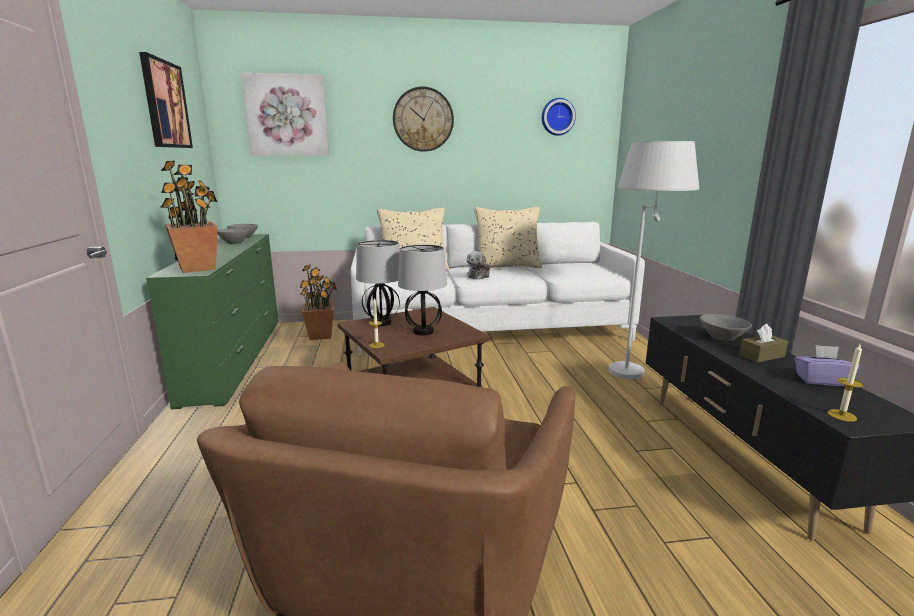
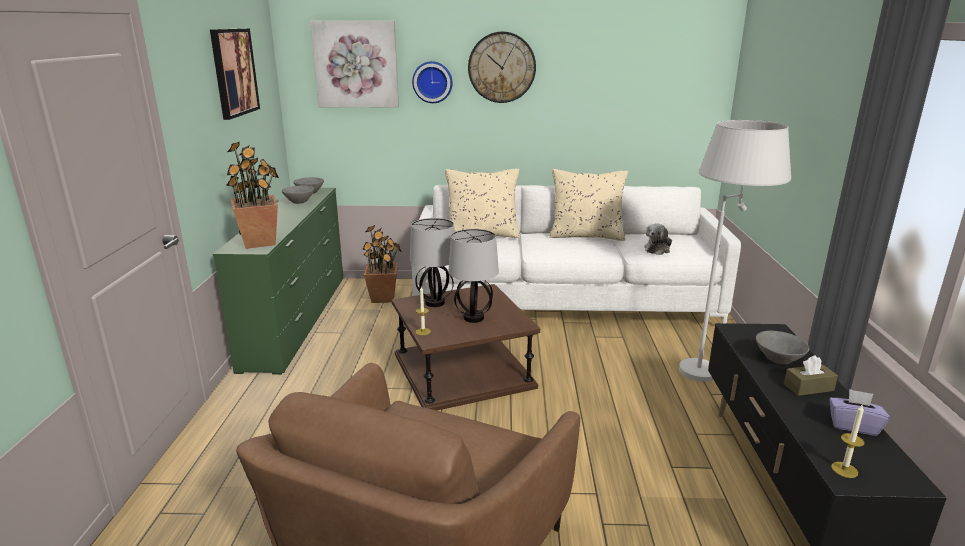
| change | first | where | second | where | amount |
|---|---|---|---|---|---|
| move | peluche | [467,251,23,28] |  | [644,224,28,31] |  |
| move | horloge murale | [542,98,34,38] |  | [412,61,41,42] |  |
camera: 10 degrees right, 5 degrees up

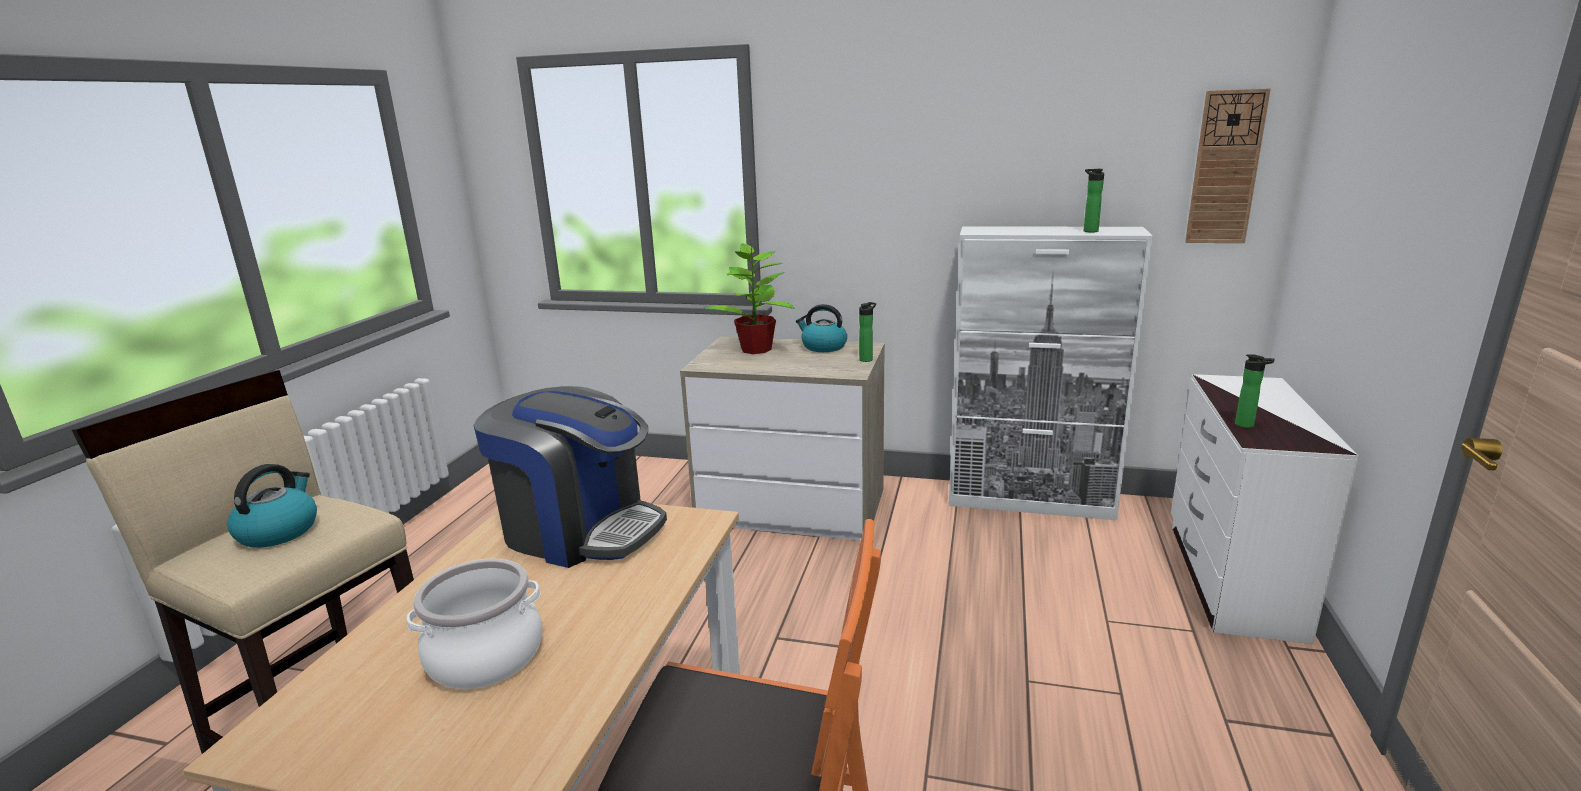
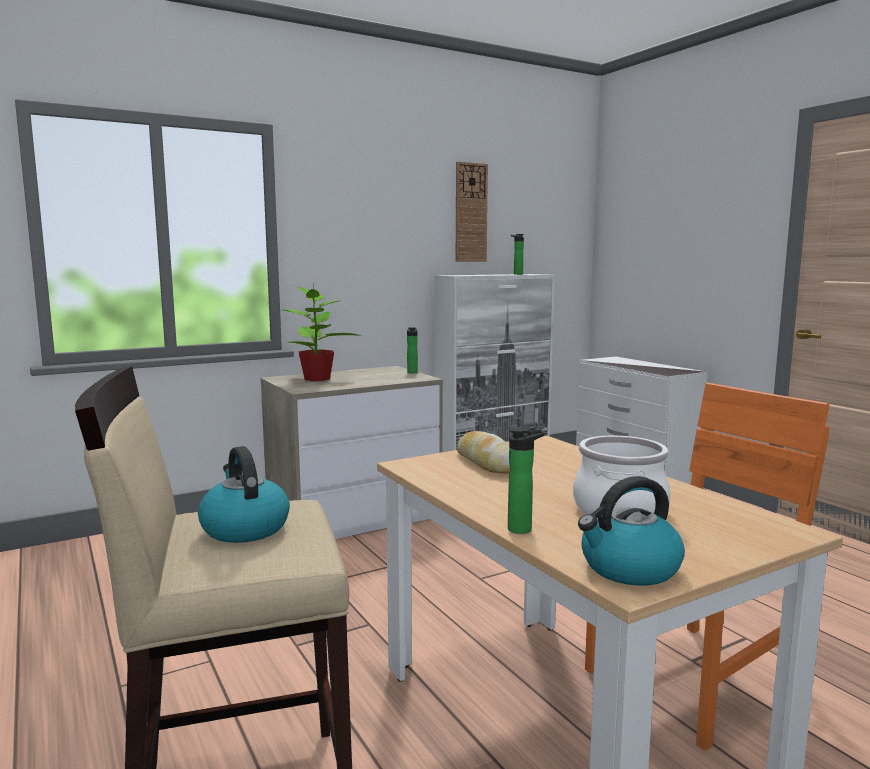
| change | first | where | second | where | amount |
|---|---|---|---|---|---|
| move | bouilloire | [796,304,51,48] |  | [578,476,107,110] |  |
| move | horloge murale | [1185,88,86,155] |  | [456,162,32,100] |  |
| move | bouteille | [1235,354,40,74] |  | [508,428,37,106] |  |
| replace | machine à café | [473,386,194,182] | pain | [457,431,53,43] |  |
camera: 45 degrees left, 10 degrees down

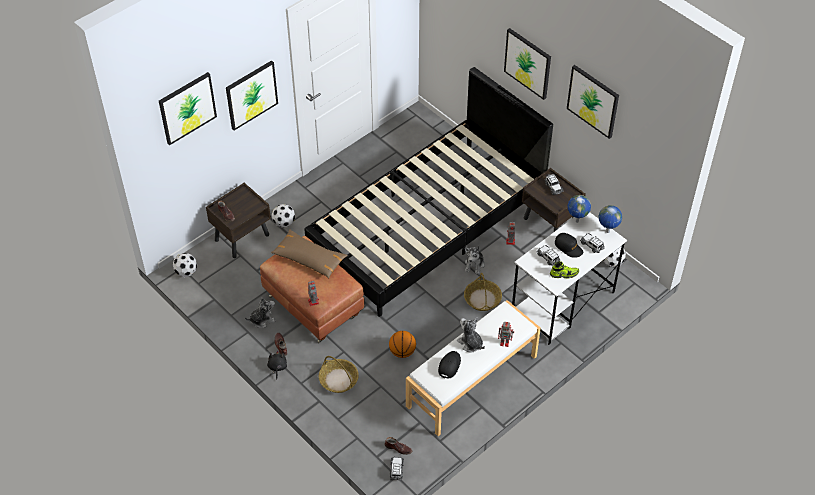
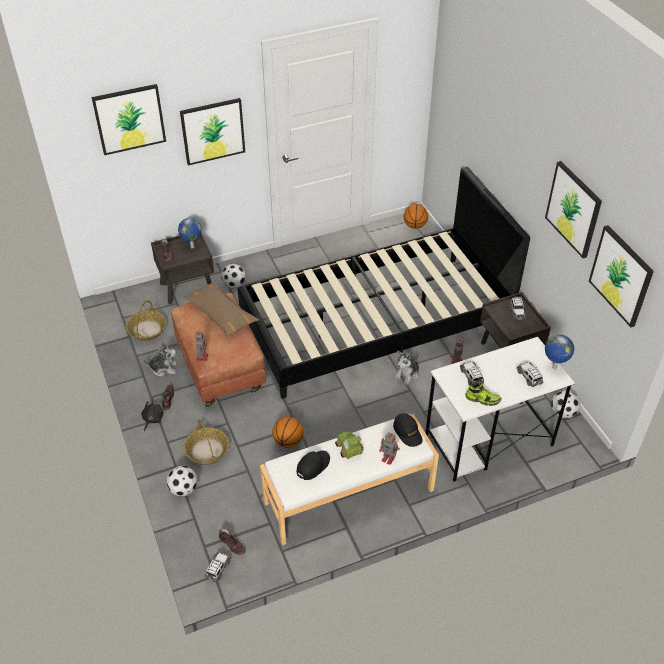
| change | first | where | second | where | amount |
|---|---|---|---|---|---|
| insert |  |  | ballon de basket | [404,204,24,25] |  |
| move | ballon de foot | [173,253,24,24] |  | [167,466,30,30] |  |
| move | panier | [464,273,38,38] |  | [126,300,40,41] |  |
| move | tableau | [504,28,47,72] |  | [589,225,65,102] |  |
| move | casquette/noir | [555,233,28,25] |  | [393,413,30,34] |  |
| move | globe | [568,195,23,28] |  | [178,218,24,30] |  |
| replace | peluche | [457,317,28,36] | petite voiture | [335,431,28,28] |  |
camera: 20 degrees right, 5 degrees down

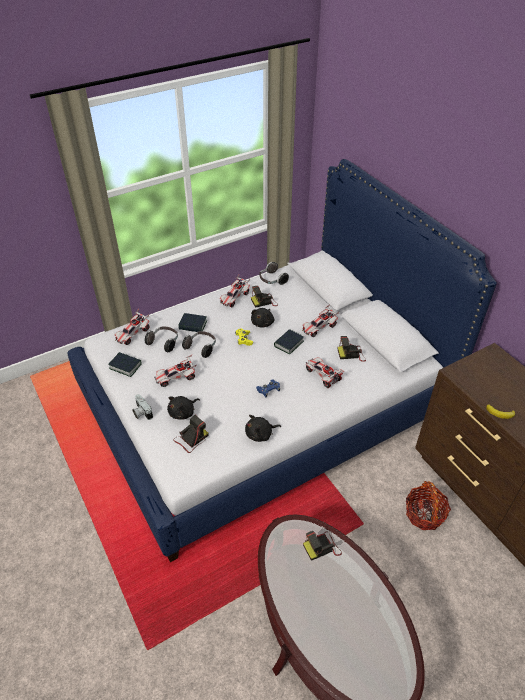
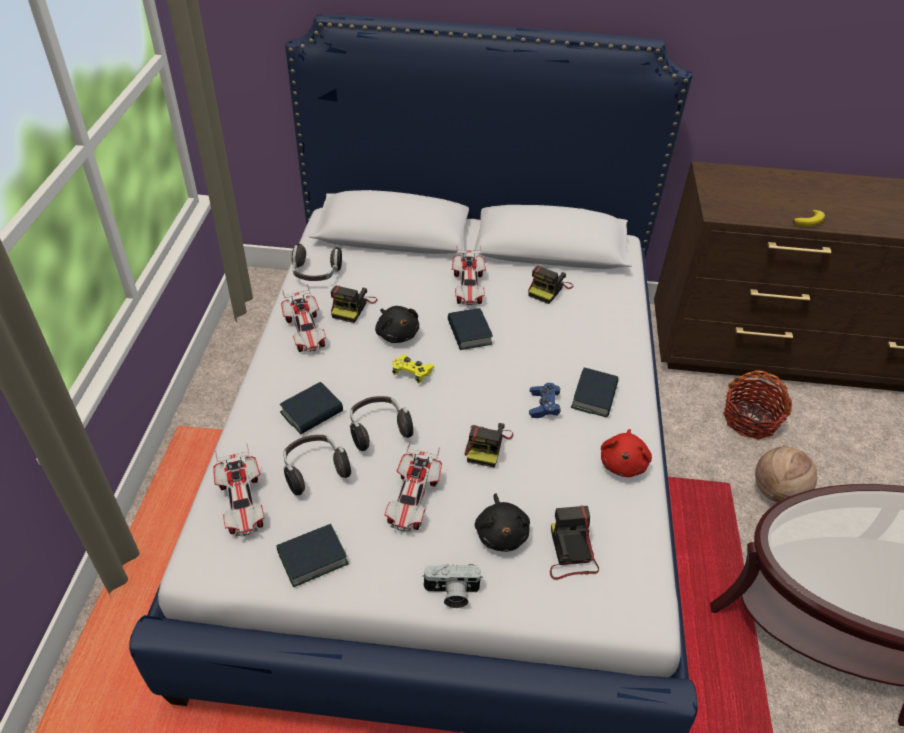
| change | first | where | second | where | amount |
|---|---|---|---|---|---|
| delete | petite voiture | [306,357,39,31] |  |  |  |
| insert |  |  | livre | [571,368,48,50] |  |
| insert |  |  | ballon de basket | [755,447,62,56] |  |
| move | appareil photo | [303,531,39,29] |  | [465,423,48,45] |  |
| recolor | peluche/noir | [245,415,36,27] | peluche/rouge | [601,429,51,48] |  |
camera: 55 degrees left, 0 degrees up

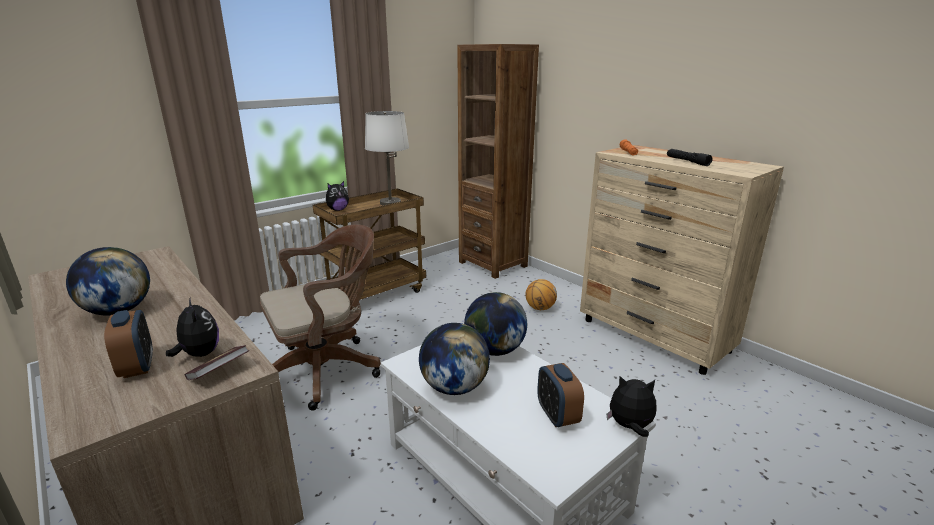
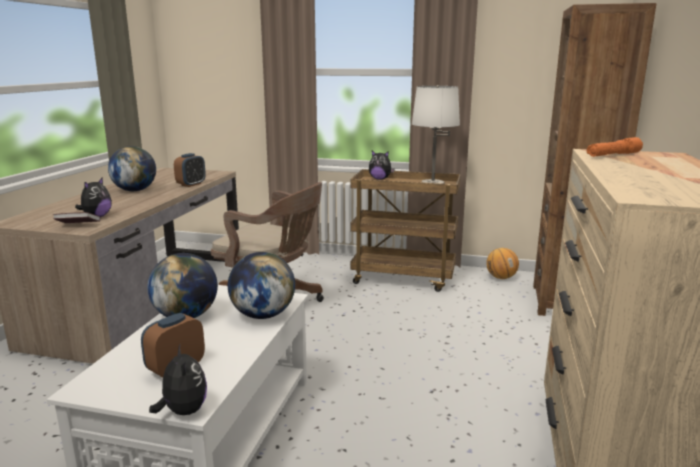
| change | first | where | second | where | amount |
|---|---|---|---|---|---|
| delete | lampe de poche/noir | [667,149,46,17] |  |  |  |
| move | réveil | [104,310,49,68] |  | [174,153,32,34] |  |
| move | ballon de basket | [526,279,31,31] |  | [486,248,33,31] |  |
camera: 55 degrees right, 5 degrees down

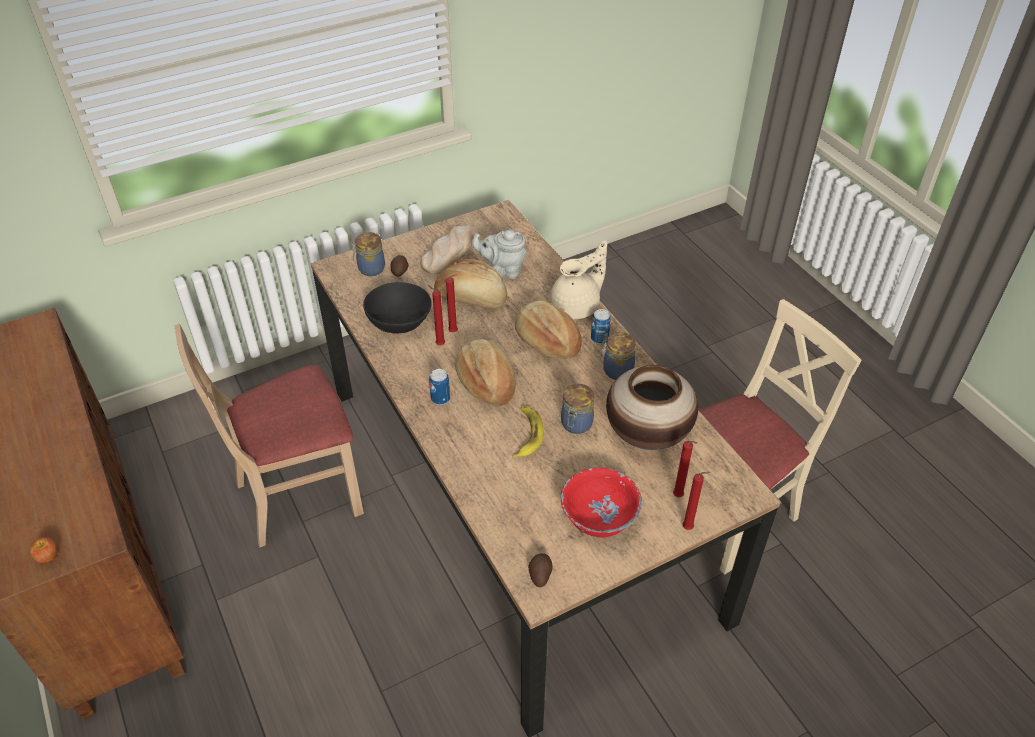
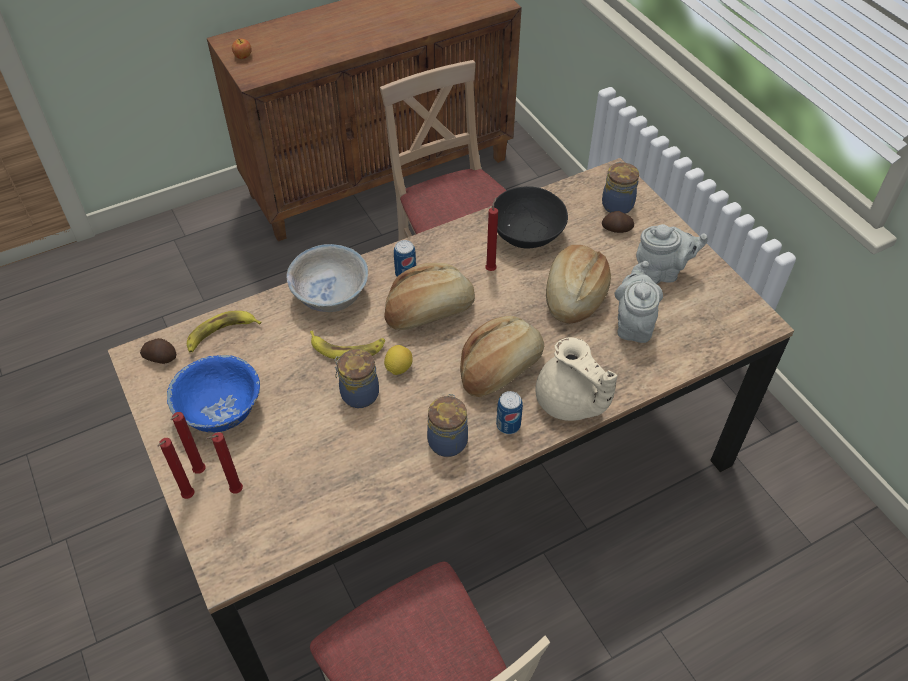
| change | first | where | second | where | amount |
|---|---|---|---|---|---|
| delete | vase | [606,365,92,85] |  |  |  |
| insert |  |  | banane | [187,311,74,41] |  |
| insert |  |  | bol/blanc | [287,244,81,68] |  |
| insert |  |  | citron | [384,345,29,30] |  |
| move | bougie/rouge | [446,274,12,58] |  | [171,412,35,62] |  |
| replace | pain | [421,225,59,50] | théière/gris | [636,224,72,60] |  |
| recolor | bol/rouge | [560,467,82,70] | bol/bleu | [167,355,93,77] |  |
camera: 90 degrees right, 5 degrees up

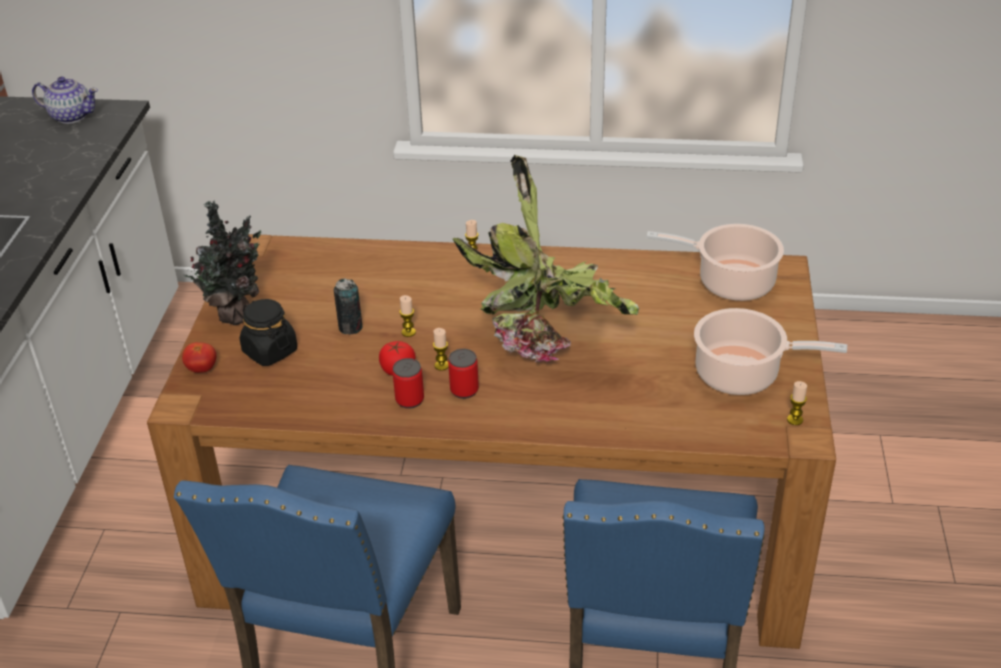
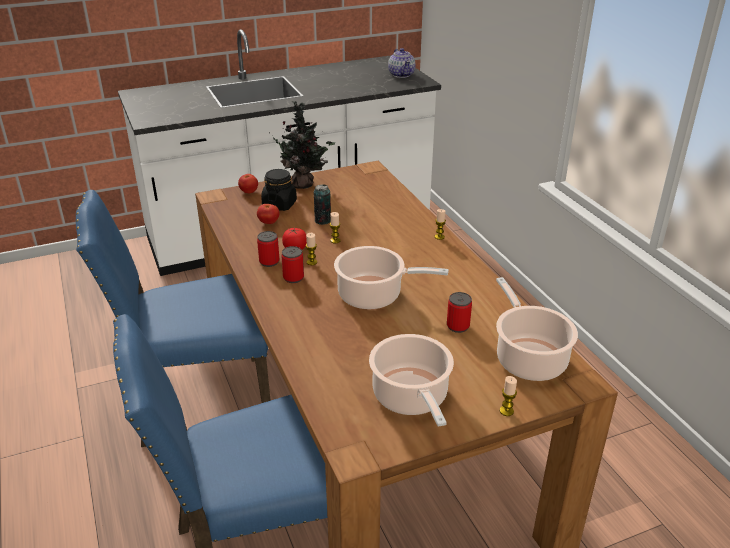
| change | first | where | second | where | amount |
|---|---|---|---|---|---|
| insert |  |  | tomate | [257,204,23,20] |  |
| insert |  |  | boîte métallique | [447,292,25,41] |  |
| move | bougie | [787,381,20,44] |  | [500,376,17,40] |  |
| replace | plante en pot | [453,155,186,207] | marmite | [334,246,115,63] |  |
camera: 60 degrees right, 5 degrees down

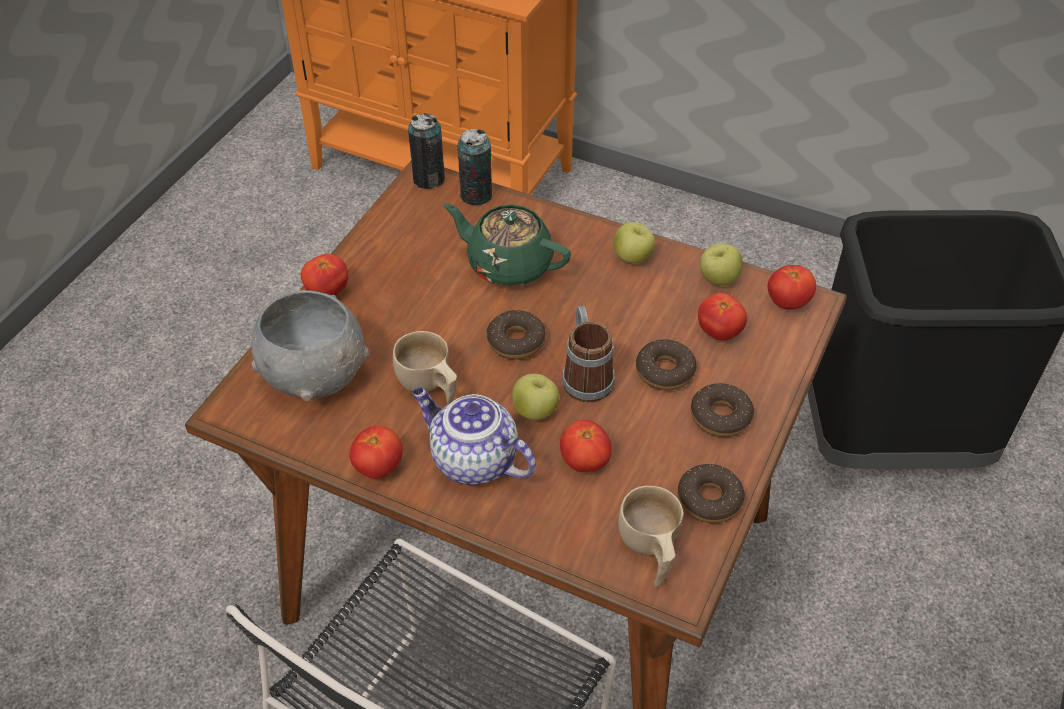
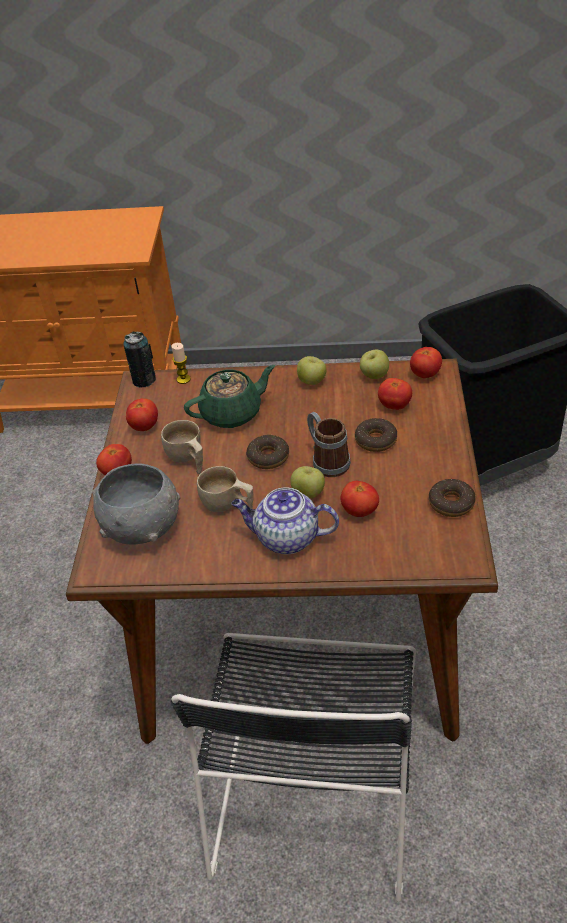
| change | first | where | second | where | amount |
|---|---|---|---|---|---|
| delete | beignet | [691,383,63,54] |  |  |  |
| move | tomate | [349,426,54,53] |  | [126,398,32,33] |  |
| move | tasse/beige | [618,486,65,101] |  | [161,420,42,54] |  |
| replace | boîte métallique | [457,129,35,76] | bougie | [171,343,20,41] |  |
| rotate | théière/vert | [443,203,128,84] |  | [184,365,91,63] | 150 degrees clockwise |
camera: 20 degrees left, 5 degrees down

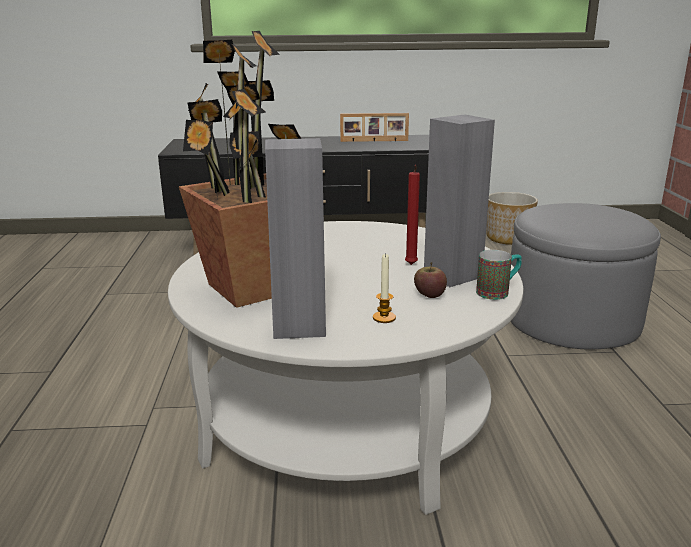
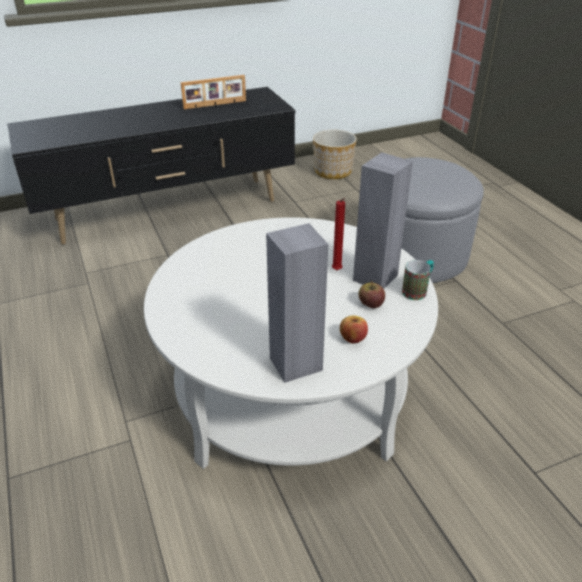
| change | first | where | second | where | amount |
|---|---|---|---|---|---|
| delete | plante en pot | [179,31,122,277] |  |  |  |
| replace | bougie | [373,253,23,70] | pomme | [340,315,28,28] |  |
camera: 20 degrees left, 15 degrees up

